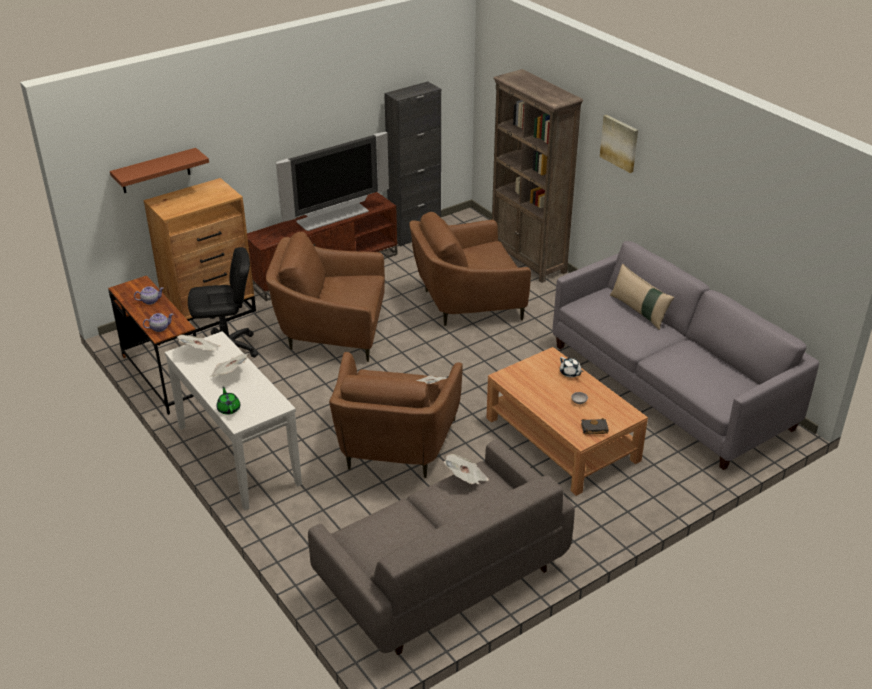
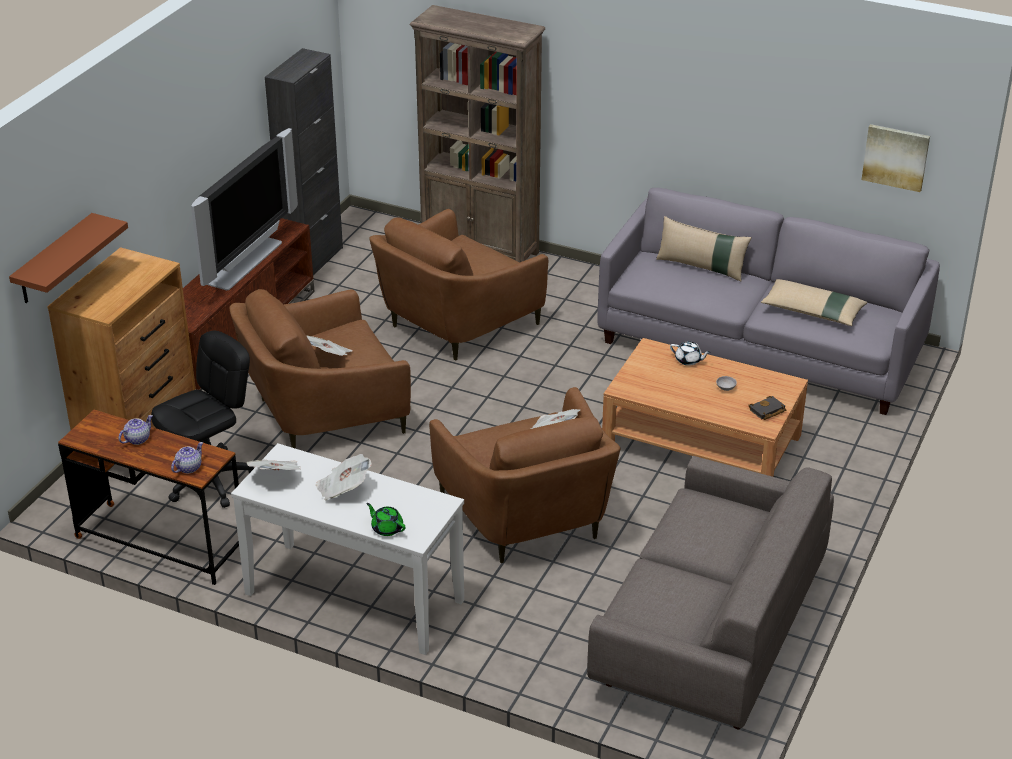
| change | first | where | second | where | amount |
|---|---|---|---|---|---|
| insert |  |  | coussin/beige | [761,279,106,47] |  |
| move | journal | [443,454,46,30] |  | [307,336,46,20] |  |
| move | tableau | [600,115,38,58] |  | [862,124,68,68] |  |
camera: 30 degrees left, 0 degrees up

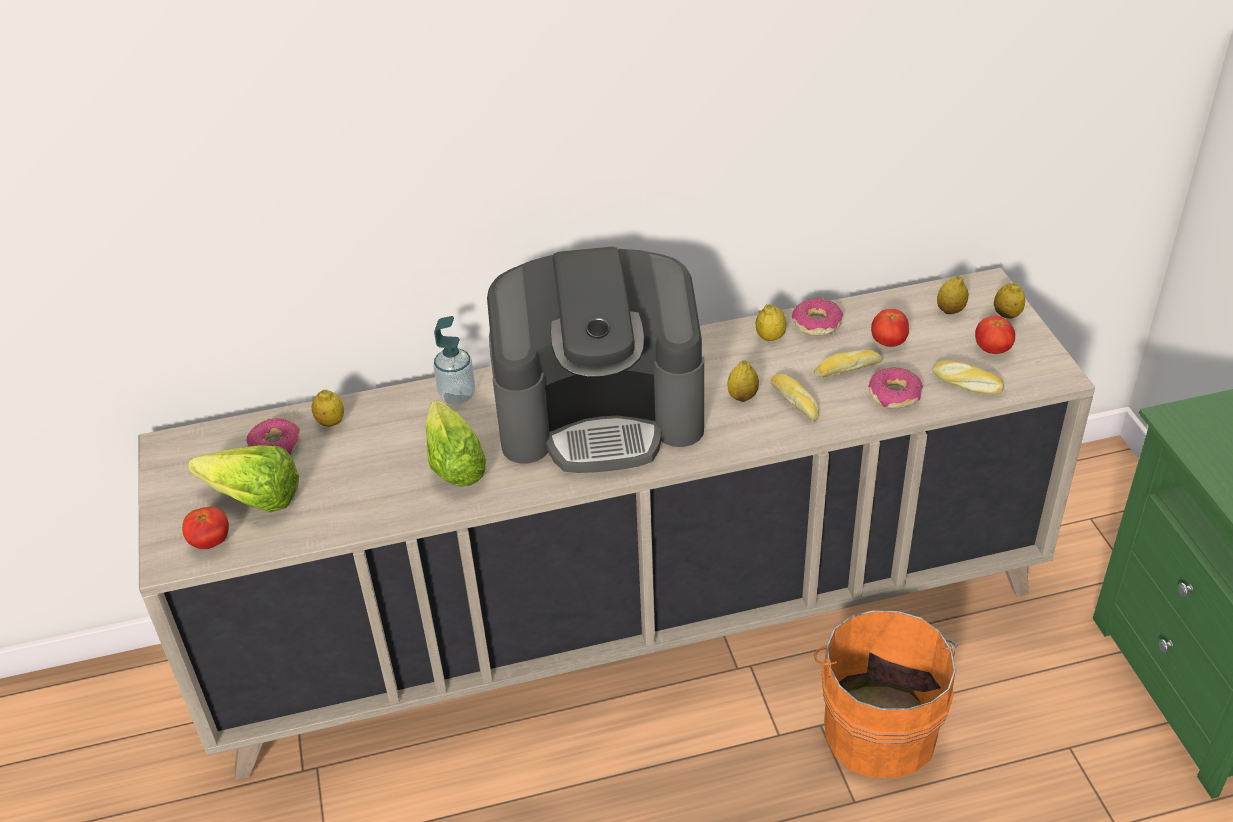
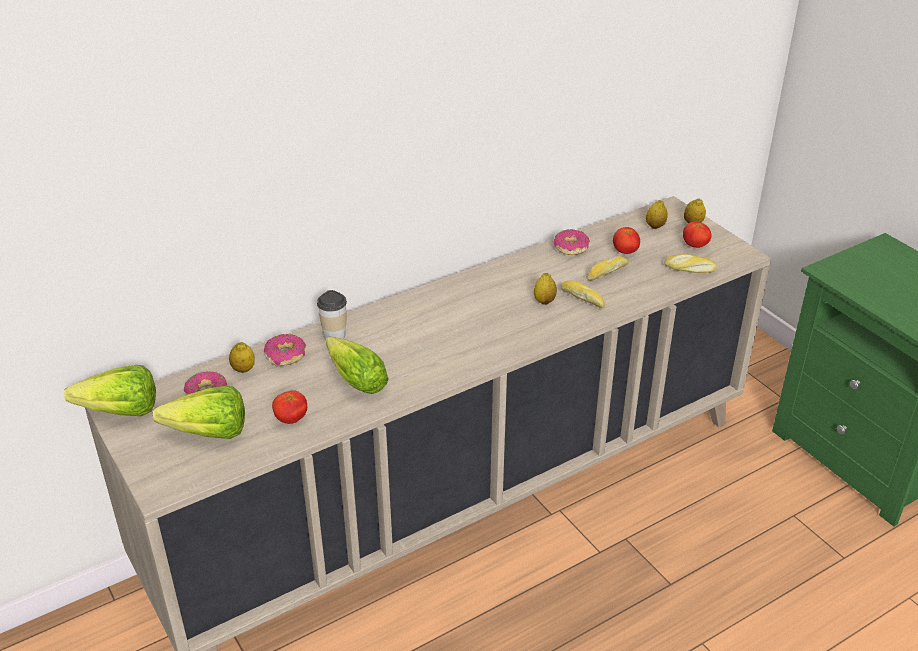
| change | first | where | second | where | amount |
|---|---|---|---|---|---|
| delete | machine à café | [487,247,217,226] |  |  |  |
| delete | citron | [756,304,30,37] |  |  |  |
| delete | seau/orange | [814,610,144,168] |  |  |  |
| insert |  |  | laitue | [64,365,92,51] |  |
| move | tomate | [182,507,47,42] |  | [272,390,35,34] |  |
| move | beignet | [868,367,55,42] |  | [264,334,42,32] |  |
| replace | distributeur de savon | [434,316,41,89] | tasse | [317,290,30,49] |  |
camera: 20 degrees left, 5 degrees down

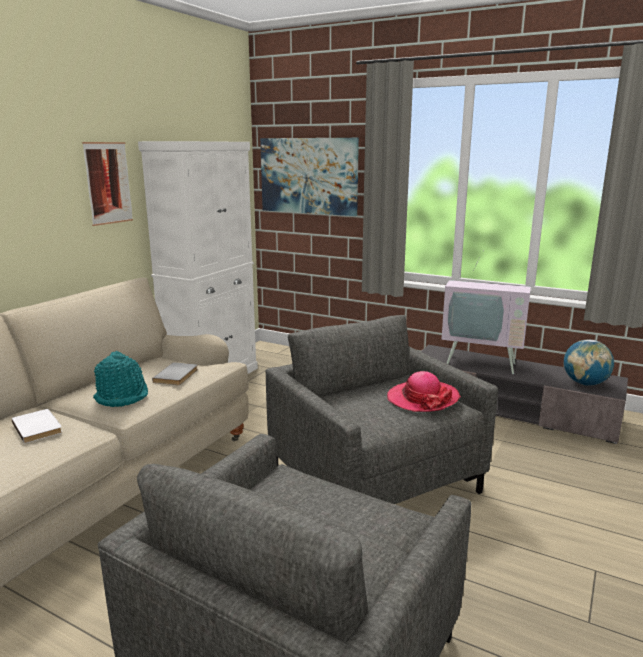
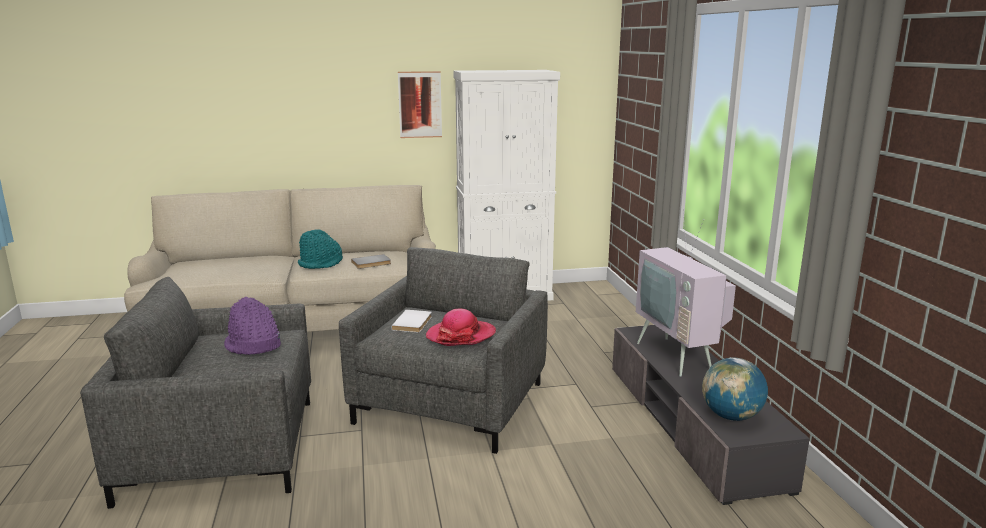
| change | first | where | second | where | amount |
|---|---|---|---|---|---|
| delete | tableau | [260,138,99,78] |  |  |  |
| insert |  |  | chapeau/violet | [224,297,57,58] |  |
| move | livre/blanc | [12,409,50,35] |  | [392,310,40,22] |  |
camera: 50 degrees right, 0 degrees up

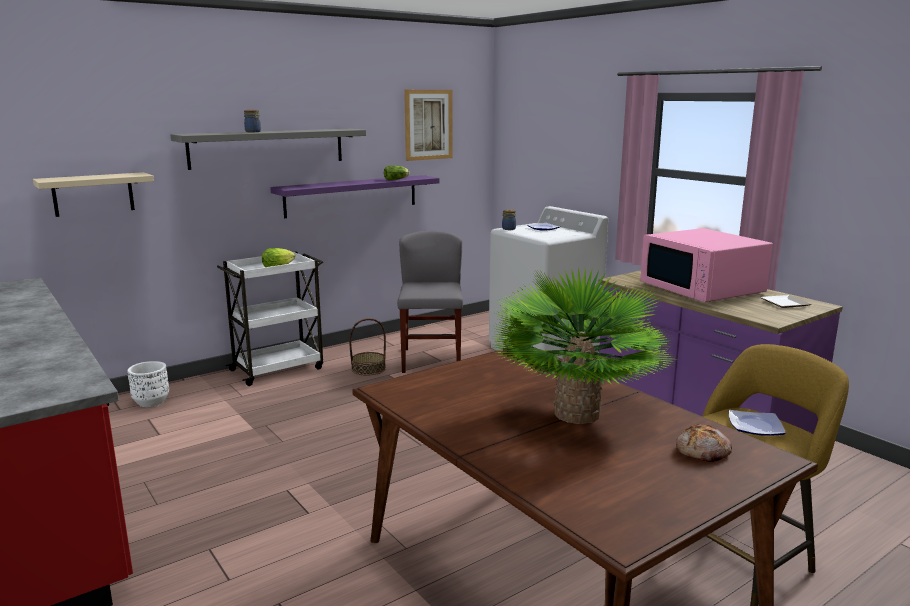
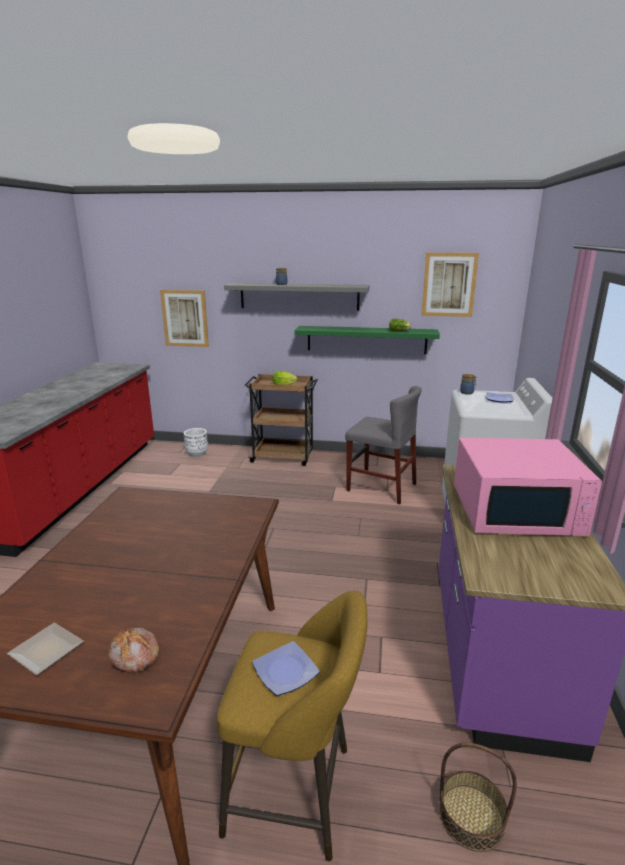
| change | first | where | second | where | amount |
|---|---|---|---|---|---|
| delete | plante en pot | [493,267,184,157] |  |  |  |
| move | panier | [349,318,37,58] |  | [439,743,78,109] |  |
| move | assiette | [760,295,51,13] |  | [7,623,77,52] |  |
| replace | étagère/beige | [33,172,121,45] | tableau | [160,290,49,57] |  |
| recolor | chariot/blanc | [217,252,106,134] | chariot/marron | [244,374,74,92] |  |
| recolor | étagère/violet | [270,175,169,43] | étagère/vert | [294,326,146,28] |  |
| rotate | chaise/gris | [397,231,66,142] |  | [345,386,77,118] | 75 degrees clockwise |
| rotate | micro-ondes/rose | [640,228,133,74] |  | [454,438,148,98] | 105 degrees counterclockwise |
camera: 45 degrees right, 5 degrees up

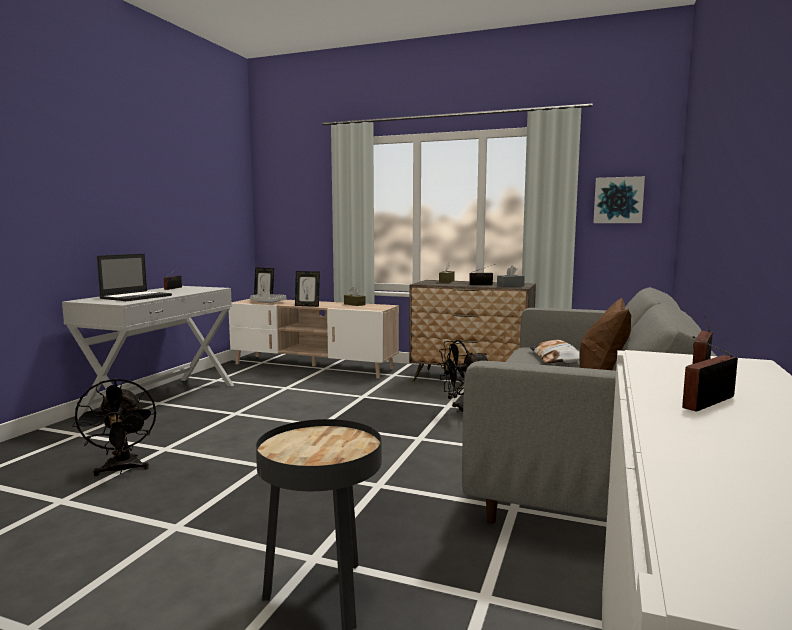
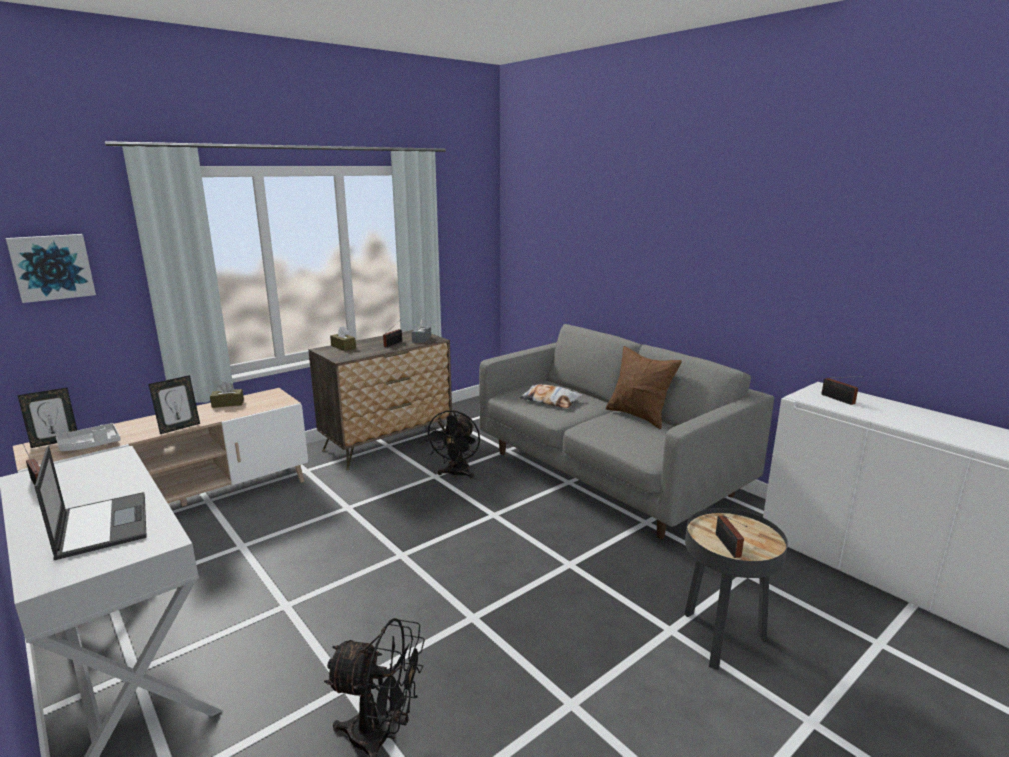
| change | first | where | second | where | amount |
|---|---|---|---|---|---|
| move | tableau | [593,176,52,47] |  | [6,234,90,69] |  |
| move | radio | [682,336,56,76] |  | [716,515,31,43] |  |
camera: 60 degrees left, 10 degrees up

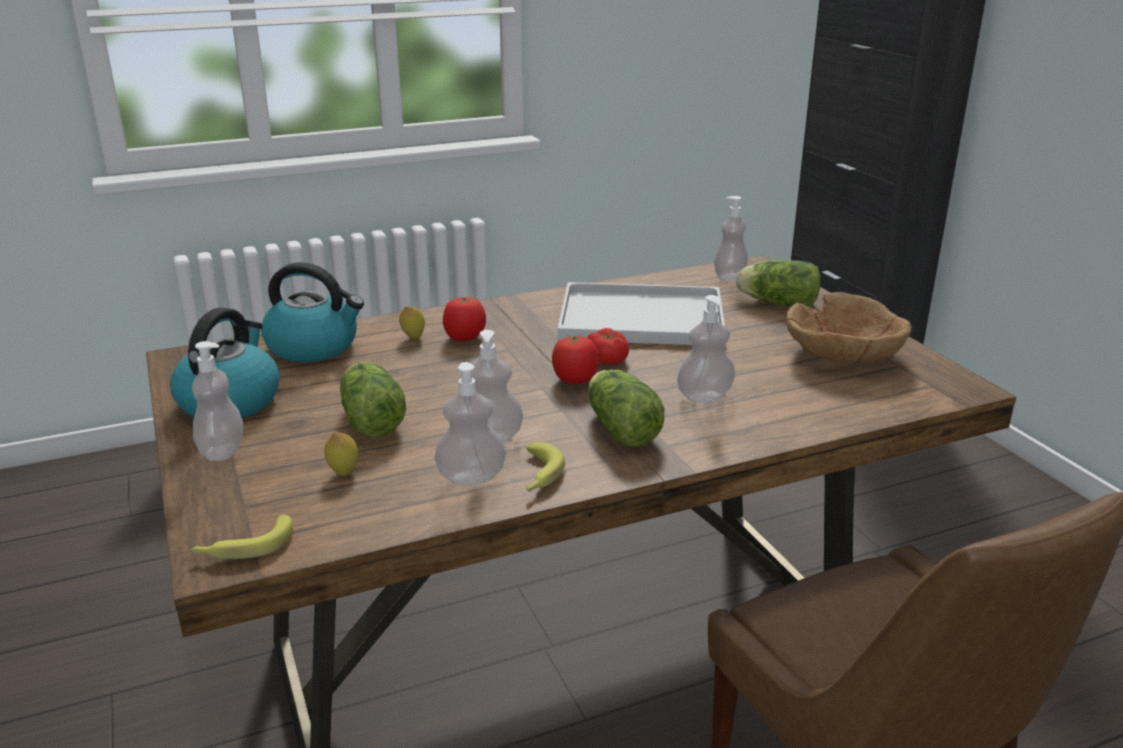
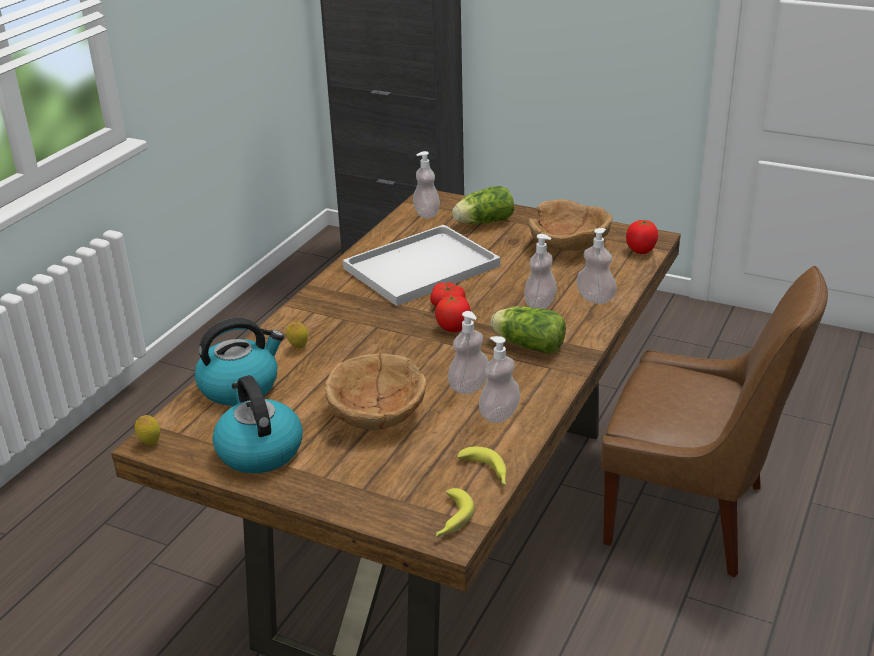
| change | first | where | second | where | amount |
|---|---|---|---|---|---|
| move | distributeur de savon | [192,341,51,120] |  | [576,228,41,76] |  |
| move | citron | [324,432,34,44] |  | [135,415,25,30] |  |
| move | tomate | [443,296,43,45] |  | [626,220,32,34] |  |
| move | banane | [526,442,39,50] |  | [457,447,50,38] |  |
| replace | laitue | [340,362,66,75] | bol/marron | [325,353,102,77] |  |
camera: 40 degrees left, 5 degrees up

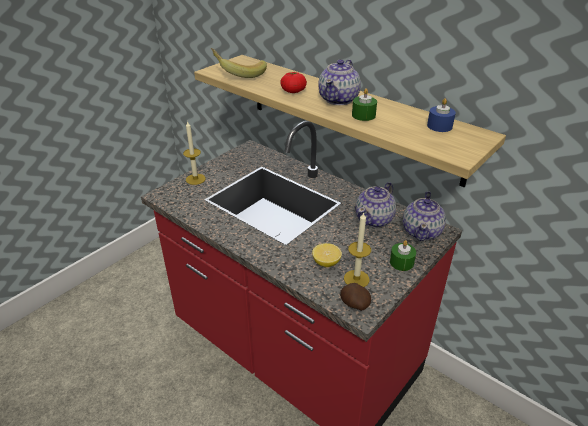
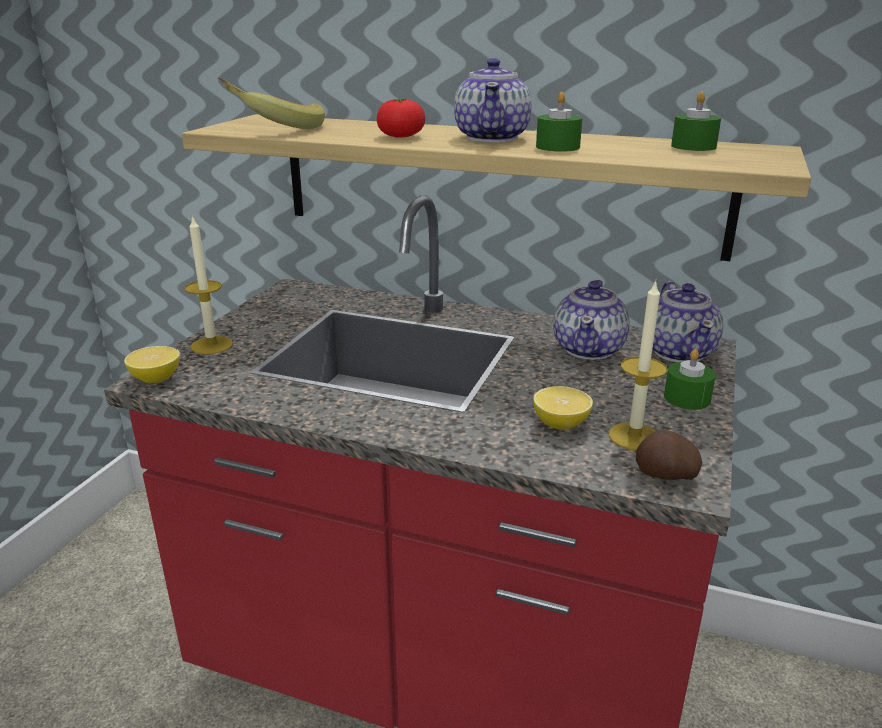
| change | first | where | second | where | amount |
|---|---|---|---|---|---|
| insert |  |  | citron | [124,346,56,37] |  |
| recolor | bougie/bleu | [427,98,29,34] | bougie/vert | [671,91,50,60] |  |
camera: 20 degrees left, 10 degrees down

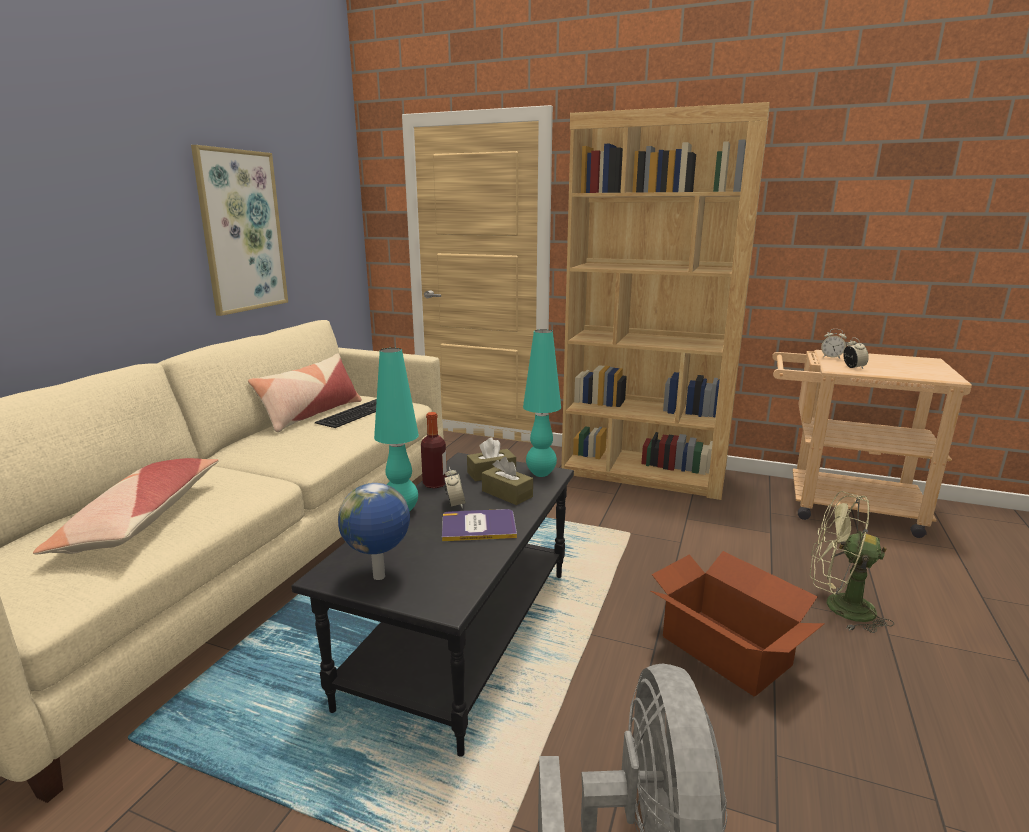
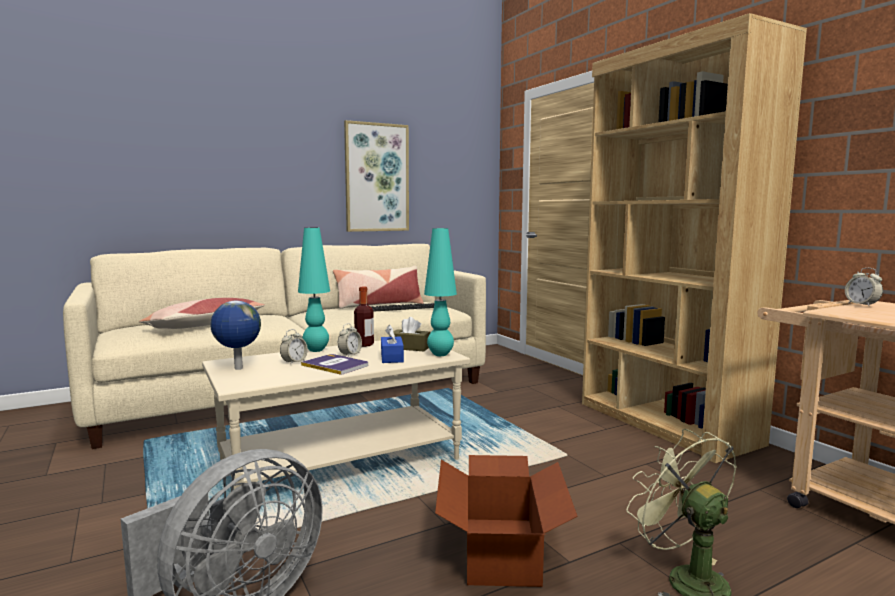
| change | first | where | second | where | amount |
|---|---|---|---|---|---|
| move | réveil | [843,338,26,31] |  | [280,329,28,35] |  |
| recolor | table basse/noir | [291,453,283,304] | table basse/beige | [202,340,268,150] |  |
| recolor | boîte à mouchoirs/marron | [482,457,51,48] | boîte à mouchoirs/bleu | [381,325,23,38] |  |
camera: 40 degrees right, 10 degrees down

